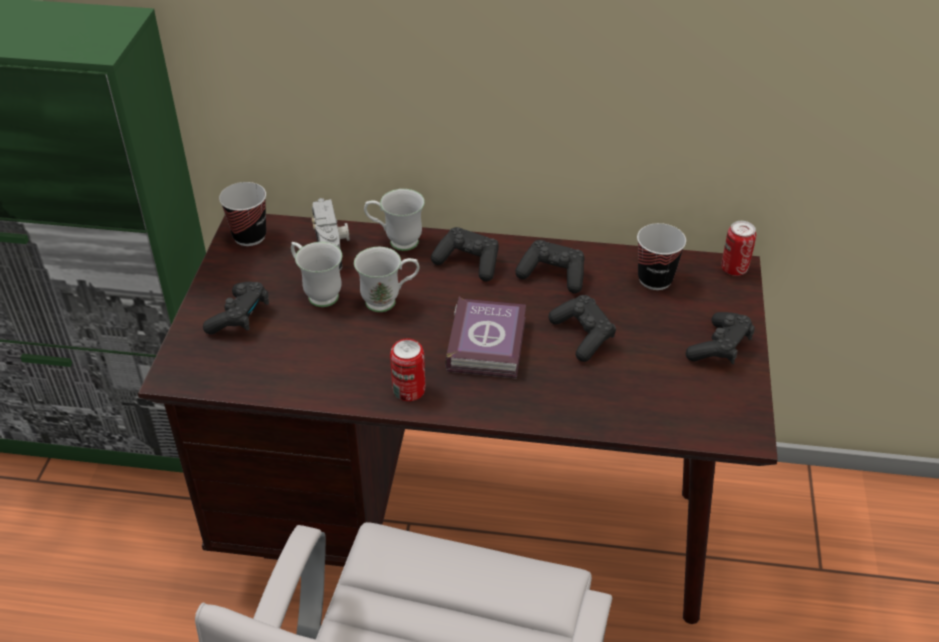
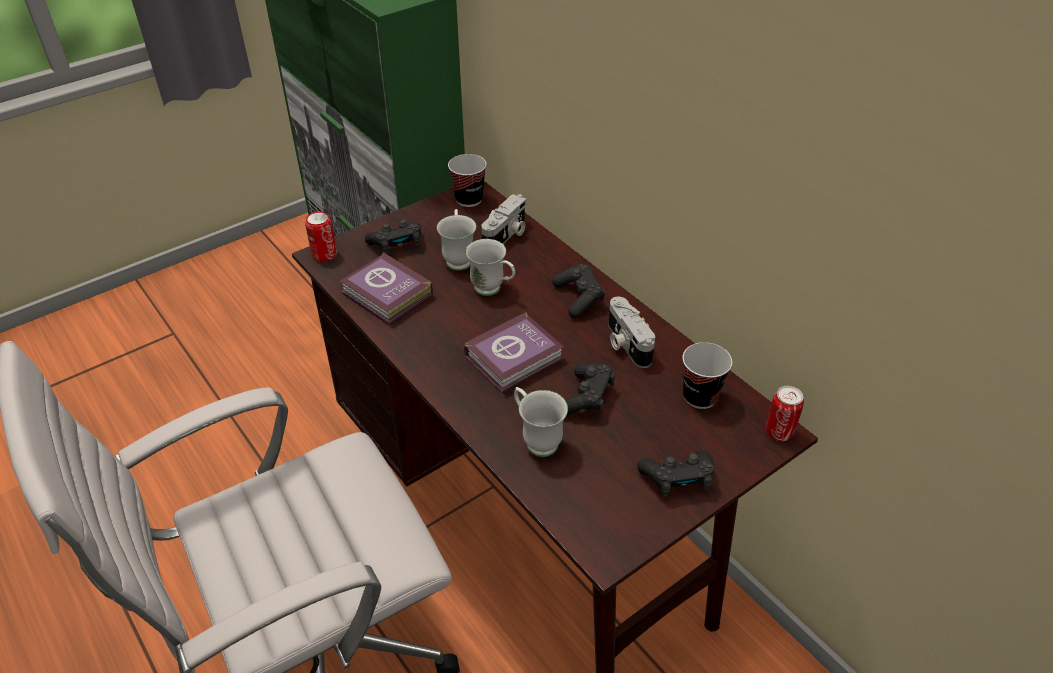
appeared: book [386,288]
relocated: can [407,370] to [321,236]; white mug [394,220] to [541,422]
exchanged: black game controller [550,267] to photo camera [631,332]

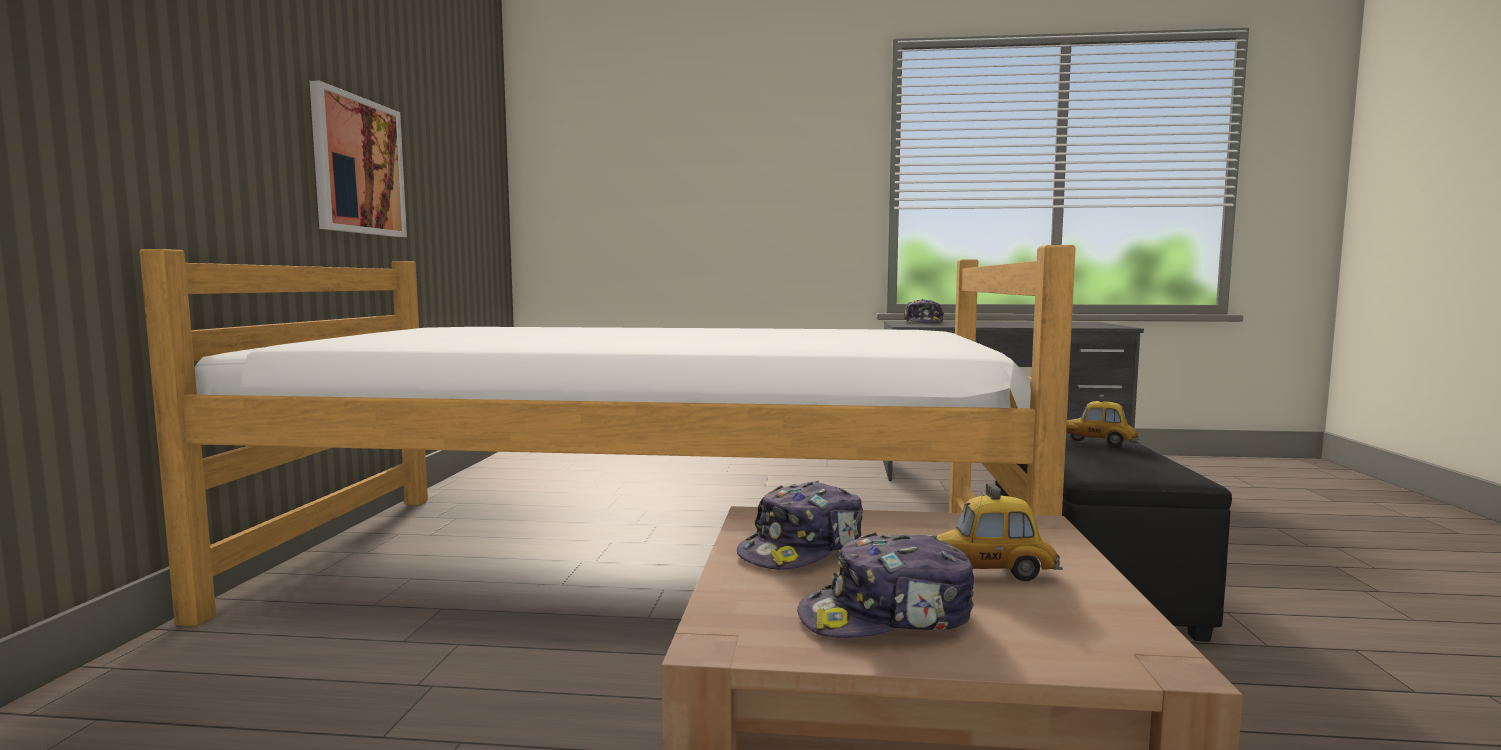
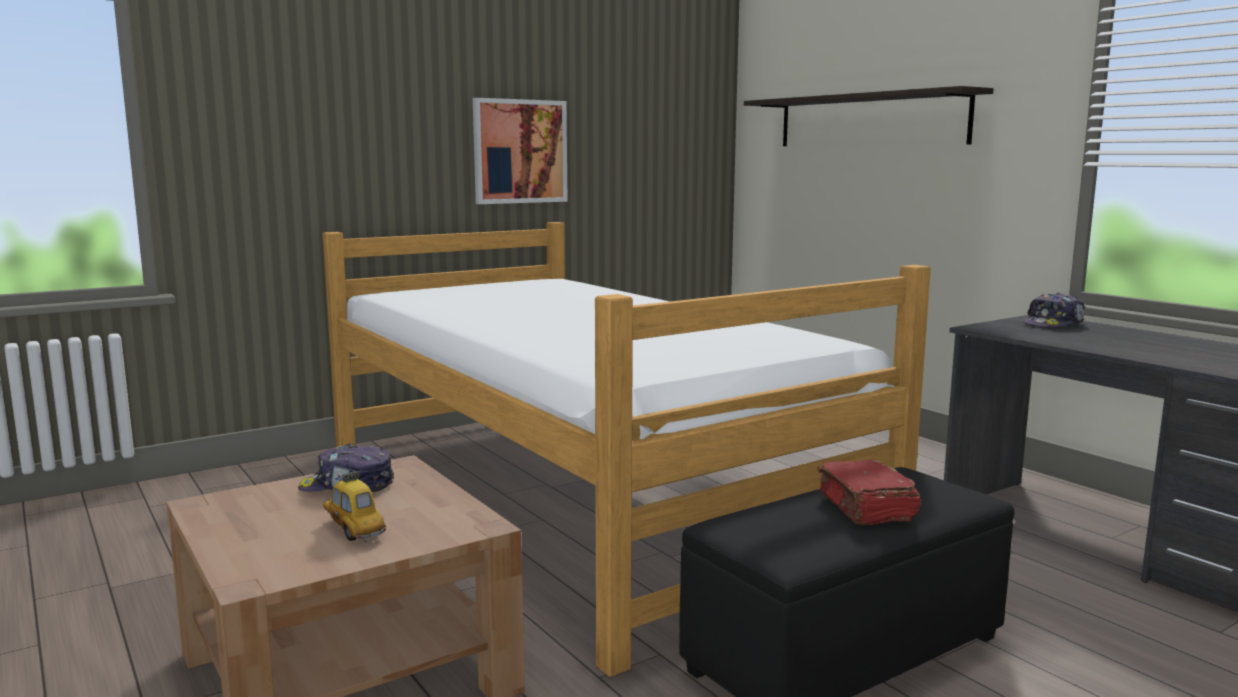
missing: cap [886,585]
appeared: shelf [868,116]
exchanged: toy car [1103,420] to red book [869,493]

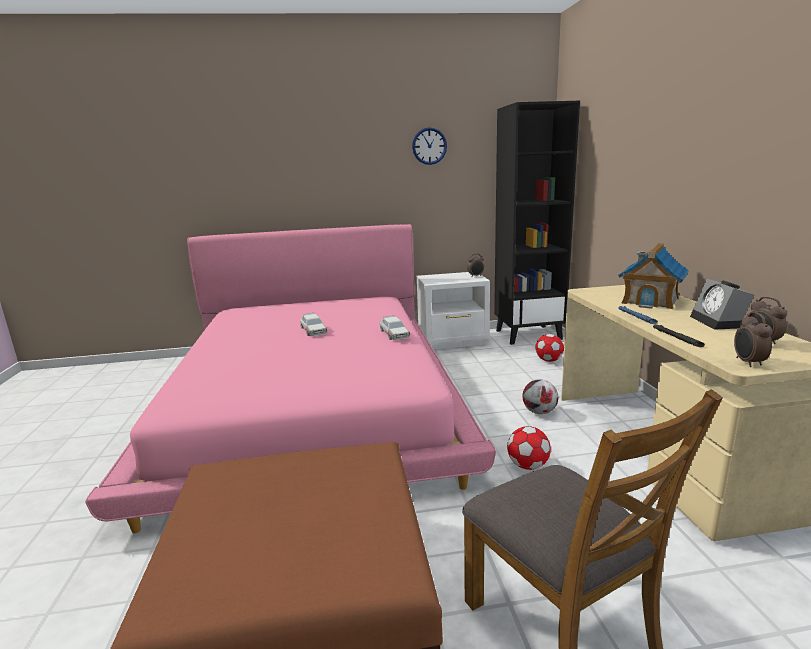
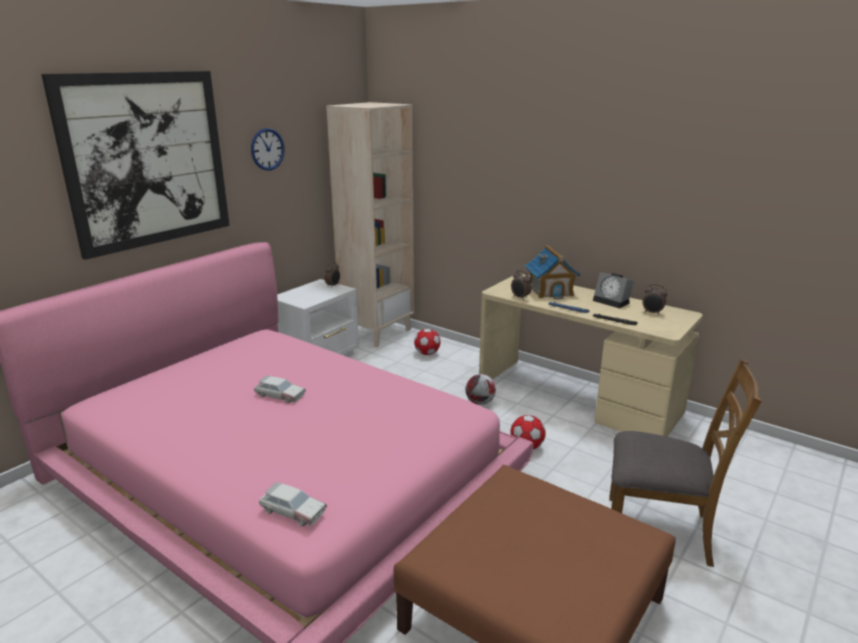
appeared: picture [135,165]
relocated: toy car [395,327] to [293,504]; alarm clock [753,339] to [521,285]
colour: black bookcase [537,223] to beige bookcase [370,224]

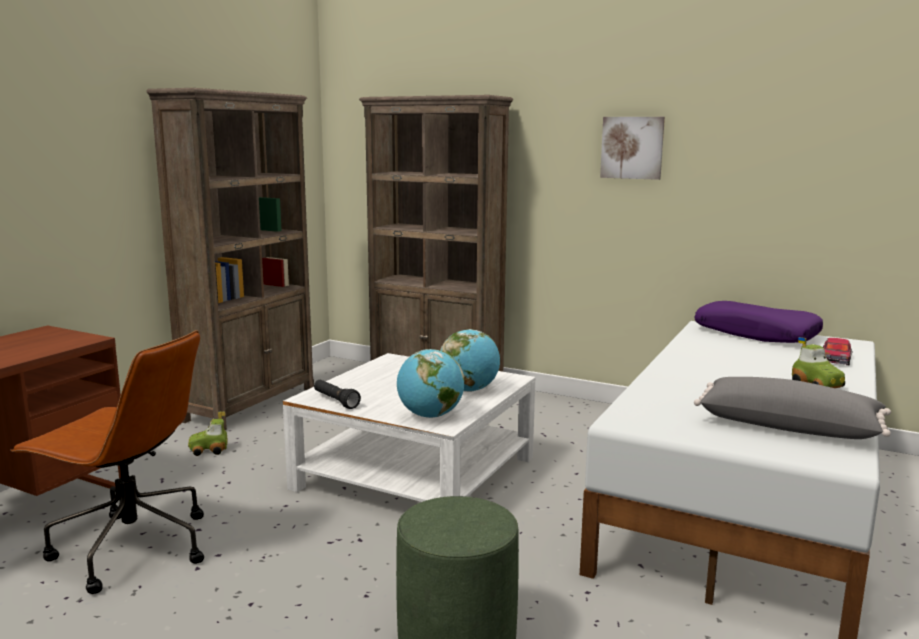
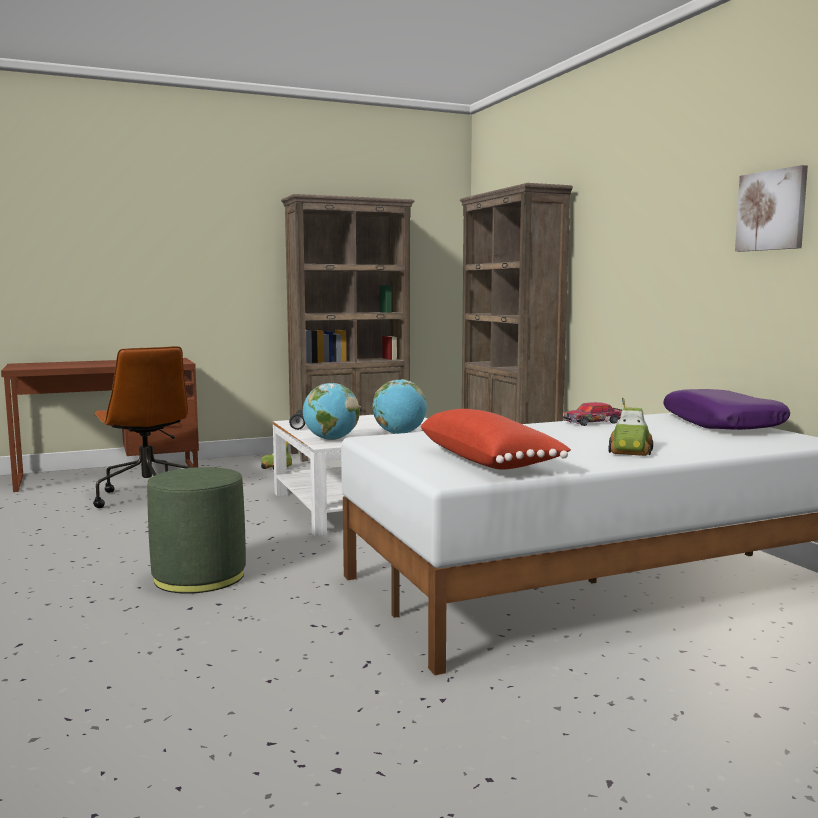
relocated: toy car [837,351] to [592,414]; picture [632,148] to [771,208]
colour: grey pillow [792,408] to red pillow [495,439]

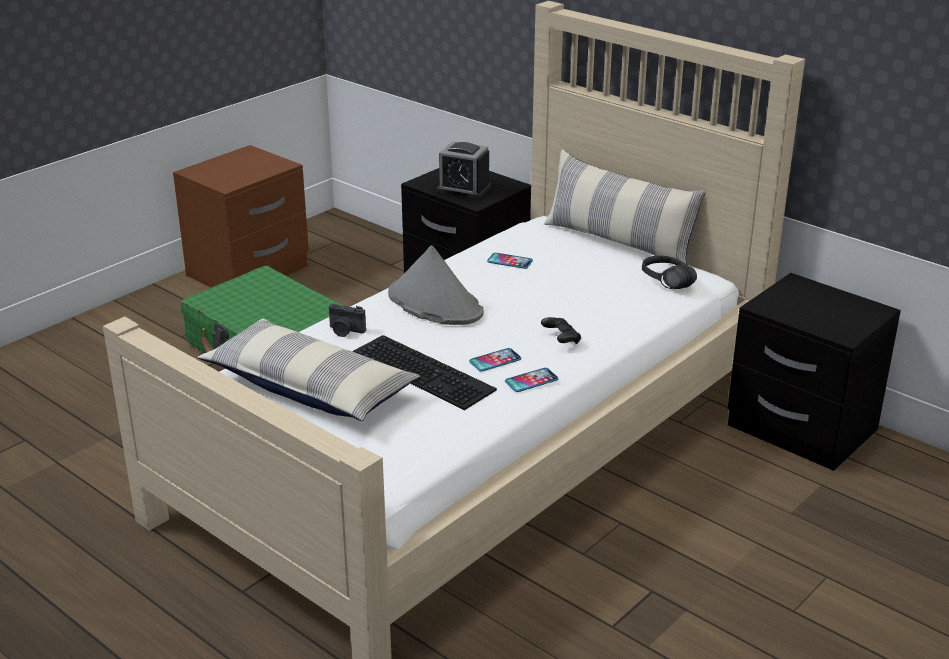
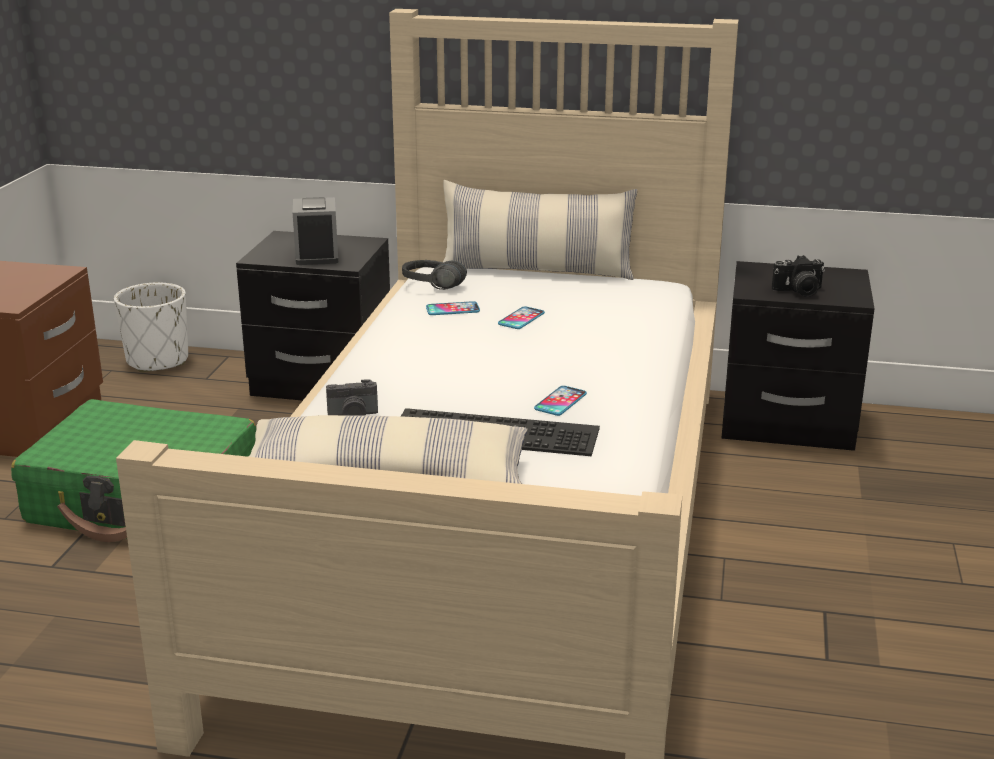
missing: grey hat [436,285]; black game controller [561,330]
appeared: white planter [151,327]; photo camera [798,276]
relocated: black headphones [669,272] to [434,275]; phone [532,380] to [521,317]
spun: alarm clock [464,170] = [315,231] 90 degrees clockwise

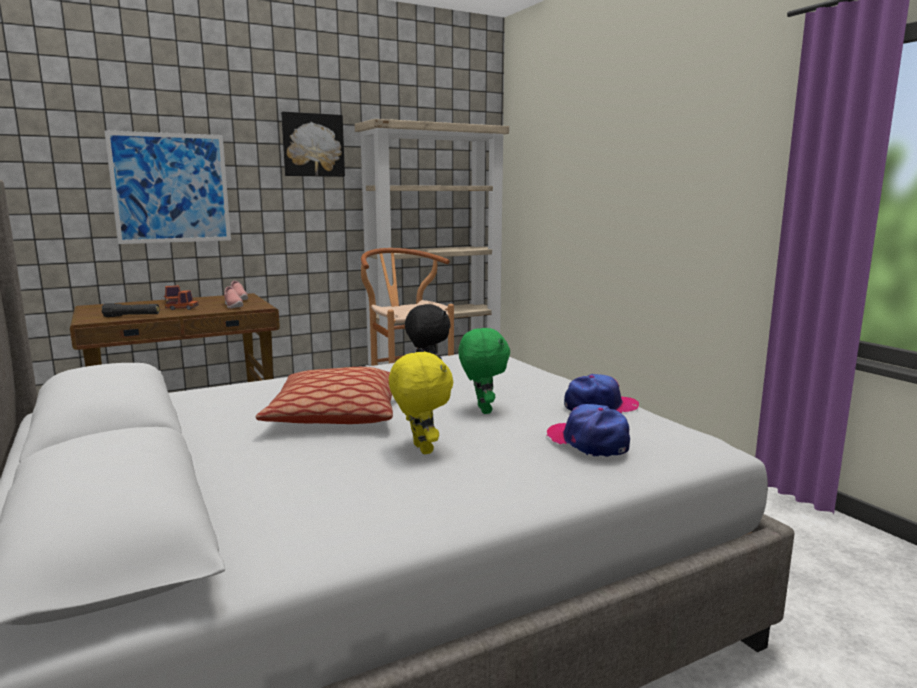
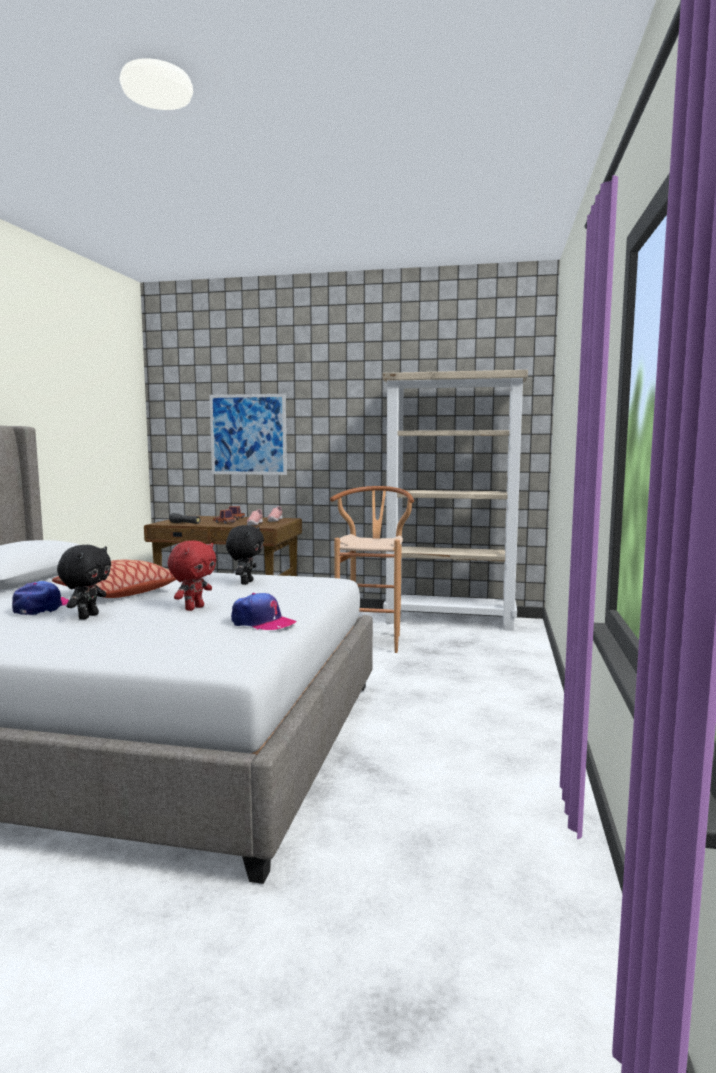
missing: picture [313,144]
relocated: cap [588,430] to [40,598]
colour: yellow plush toy [421,402] to black plush toy [84,582]; green plush toy [484,371] to red plush toy [192,575]

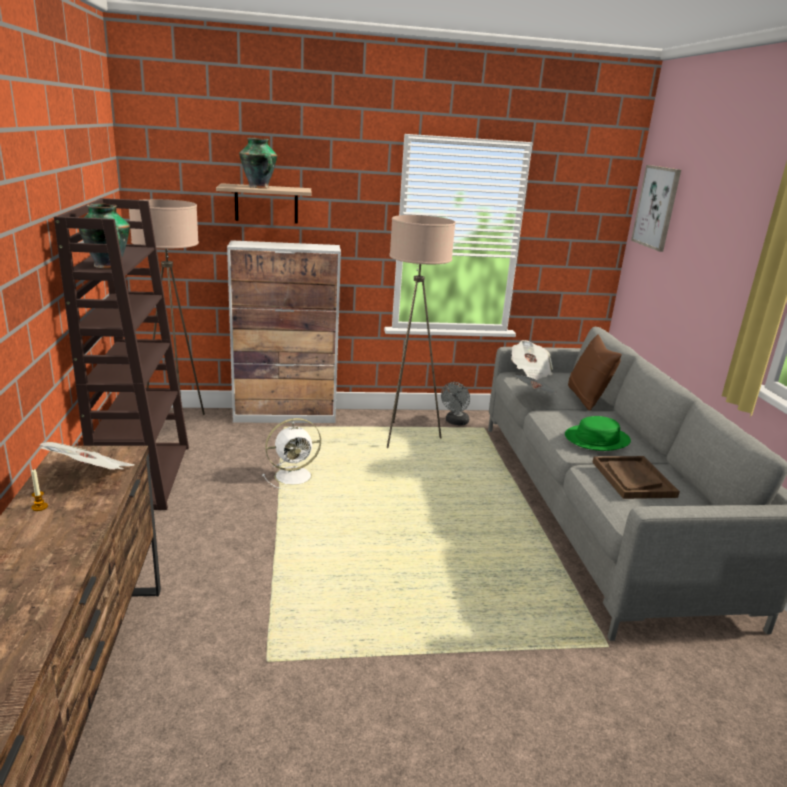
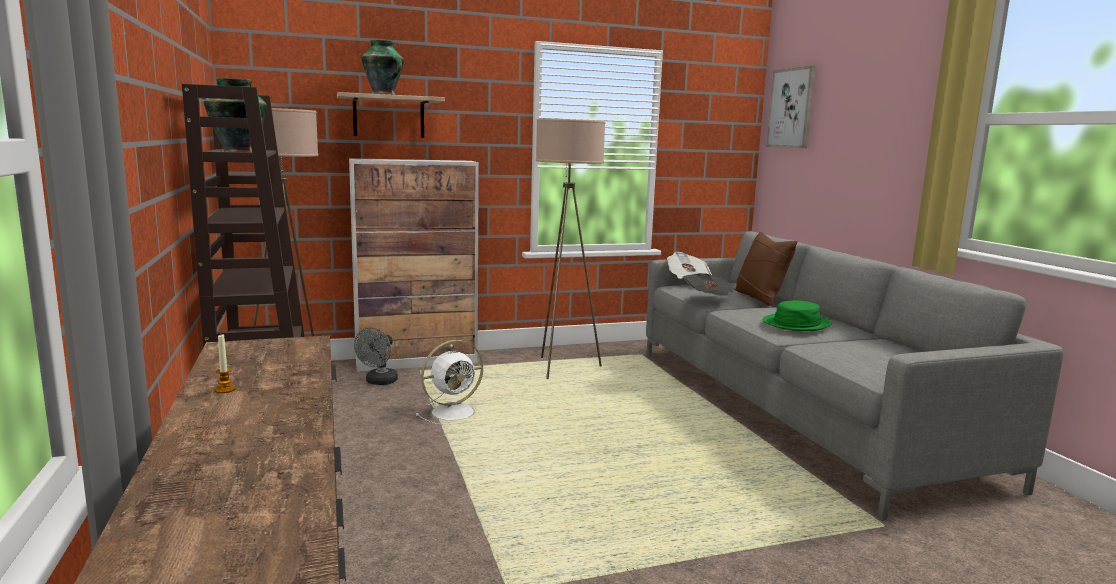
missing: newspaper [87,456]; brown tray [636,477]
relocated: grey fan [455,404] to [376,356]

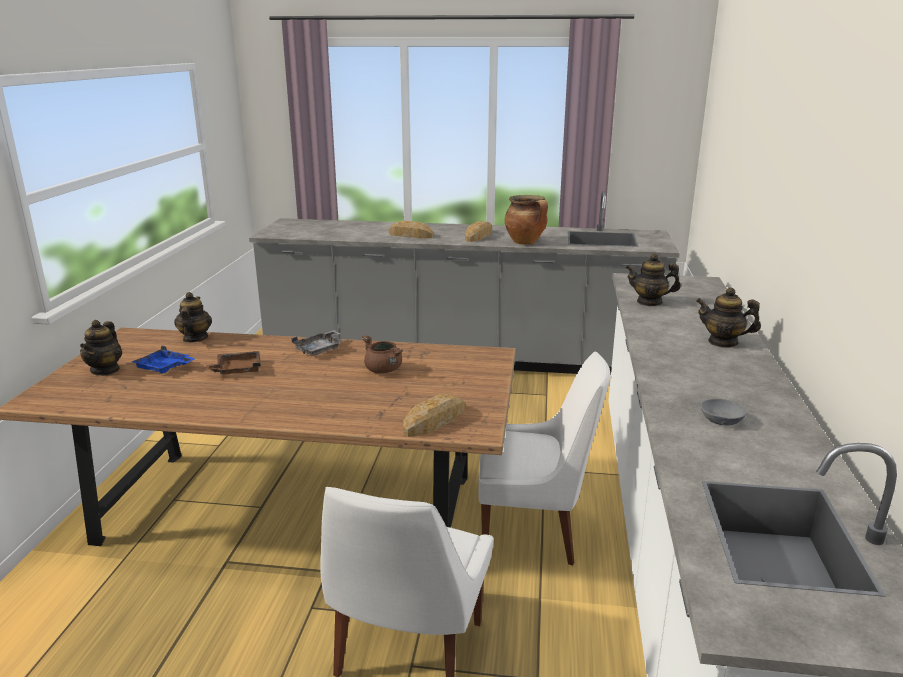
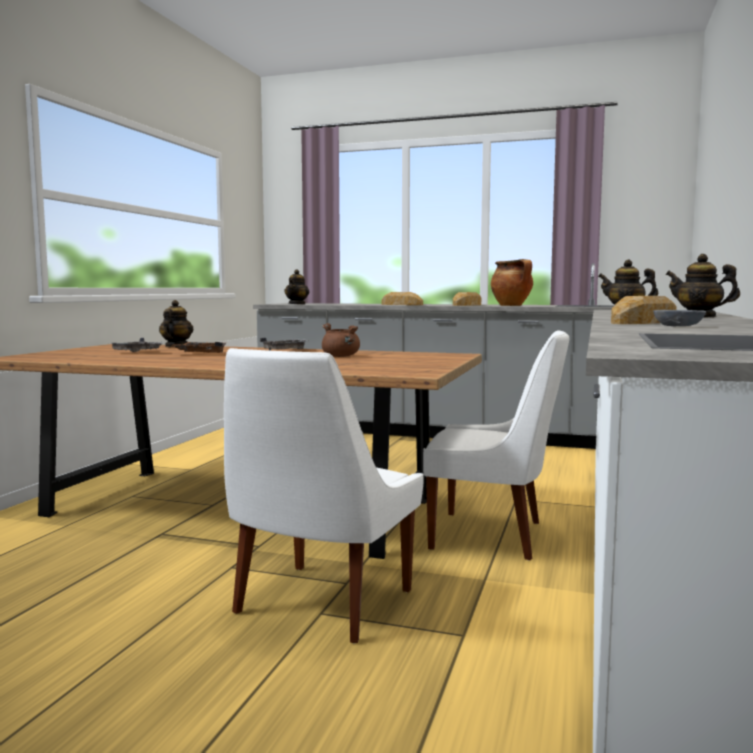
relocated: teapot [101,348] to [296,287]; bread [434,415] to [644,310]
colour: blue tray [163,359] to grey tray [138,345]

